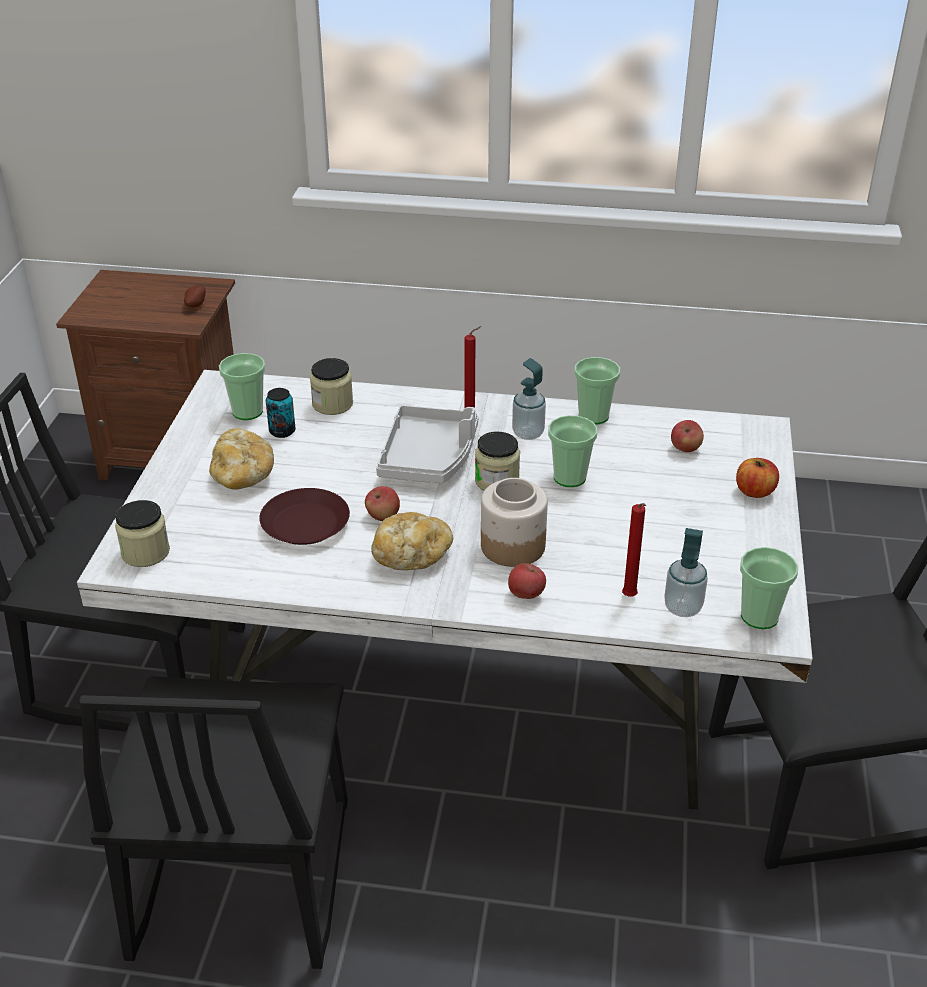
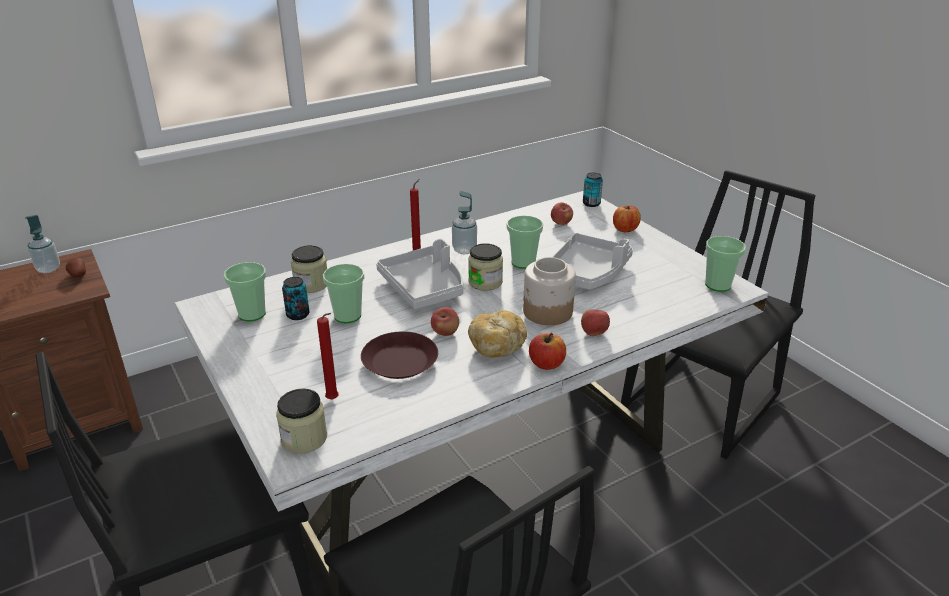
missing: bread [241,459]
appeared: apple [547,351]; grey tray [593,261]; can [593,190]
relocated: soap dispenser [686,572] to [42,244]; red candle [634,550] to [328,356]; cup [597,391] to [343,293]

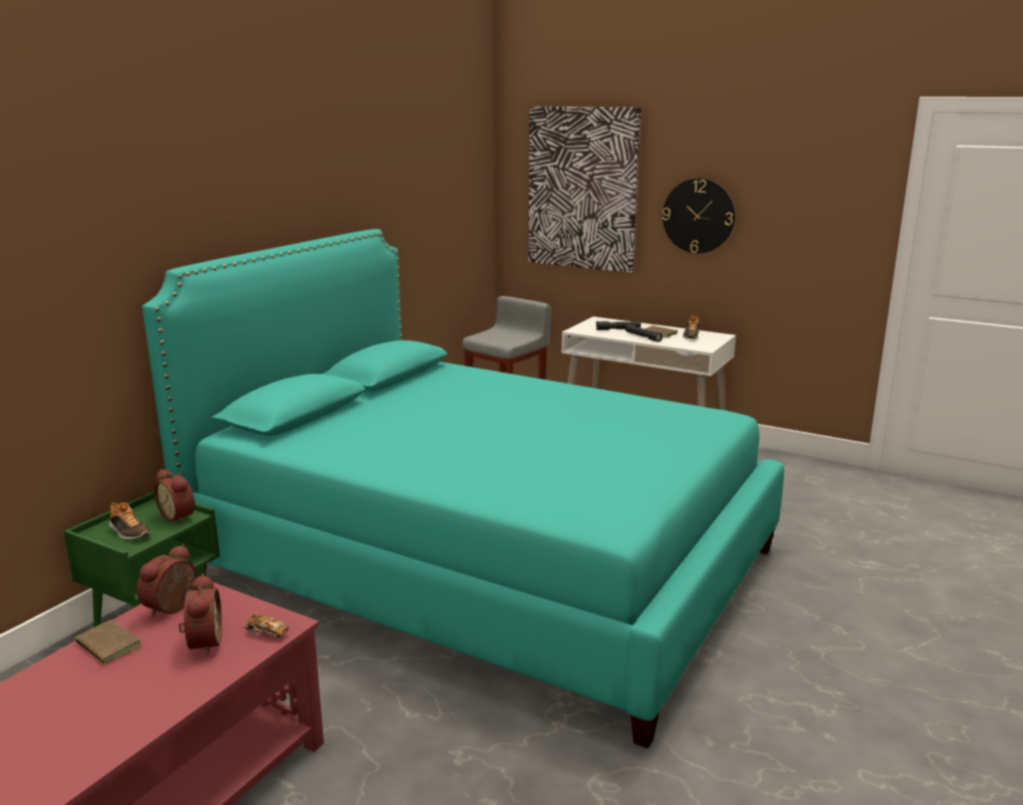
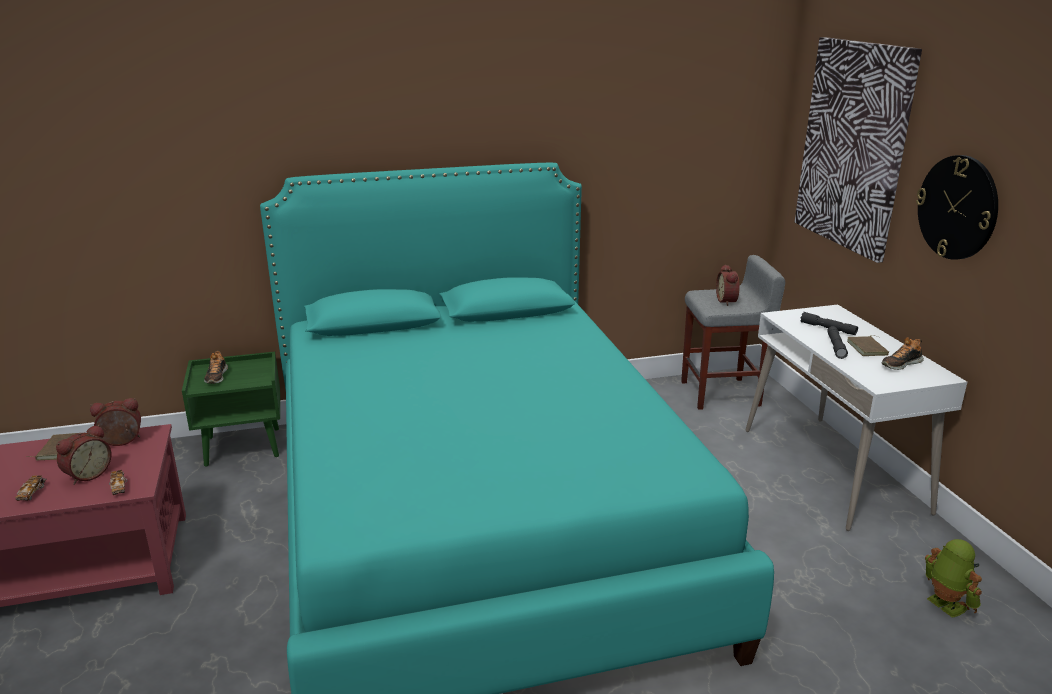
appeared: toy car [31,488]; toy robot [953,578]
relocated: alarm clock [174,496] to [728,285]

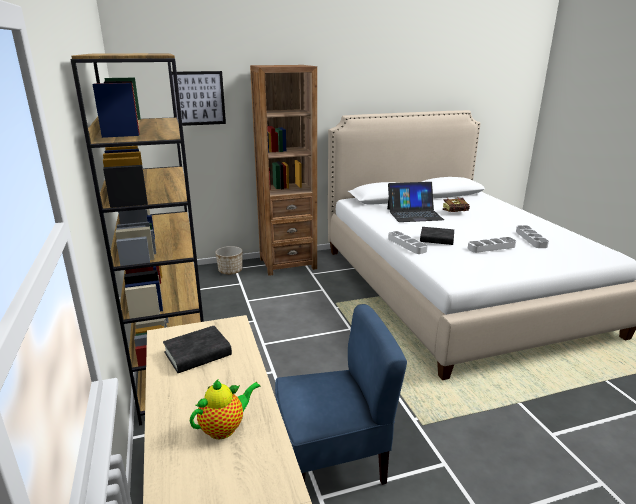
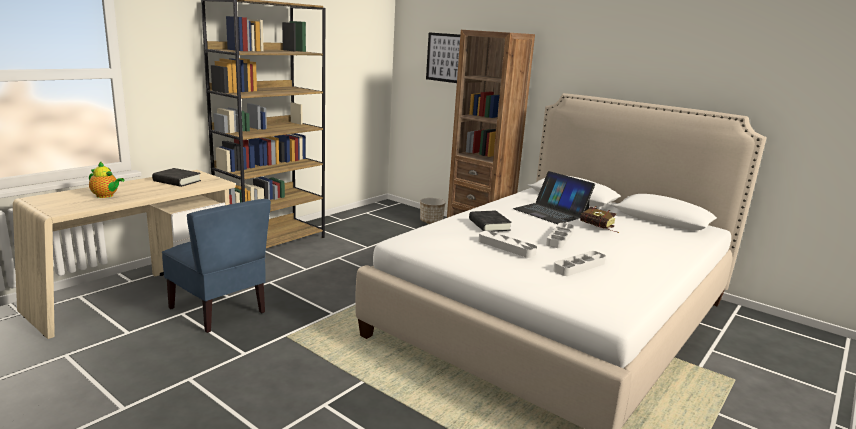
relocated: grey tray [408,242] to [560,235]

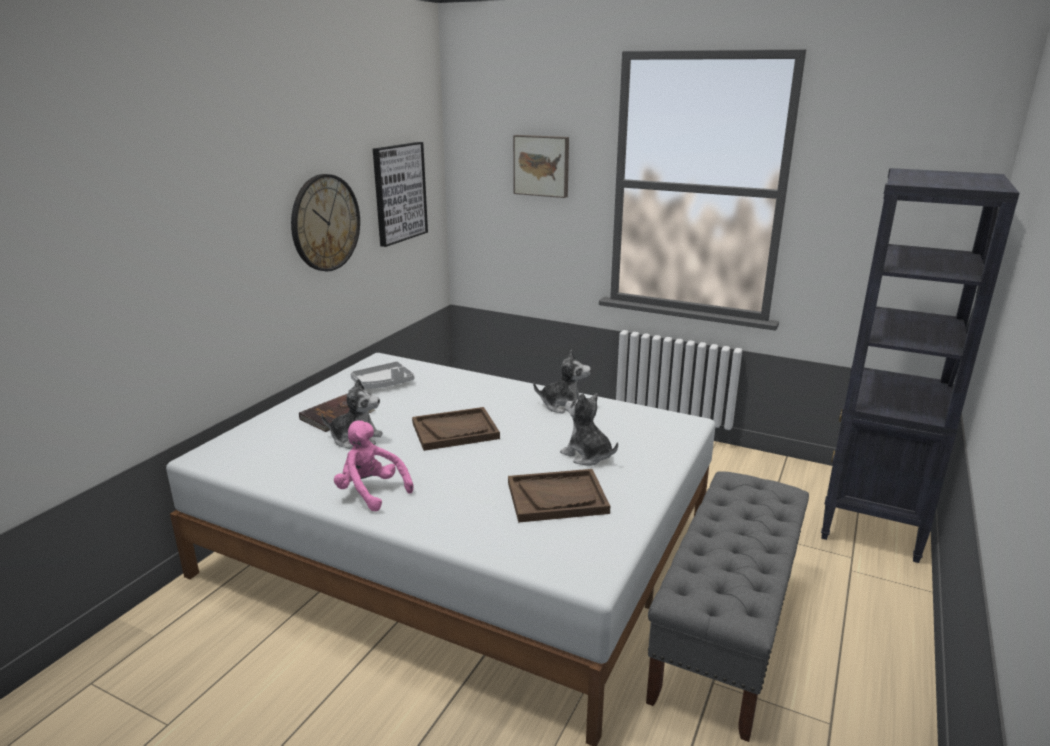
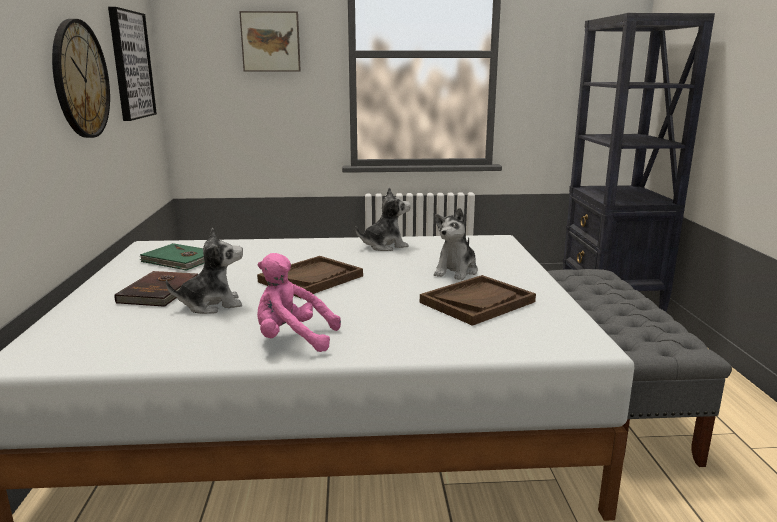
exchanged: grey tray [382,375] to green book [172,257]
spun: plush toy [589,429] = [456,244] 75 degrees counterclockwise

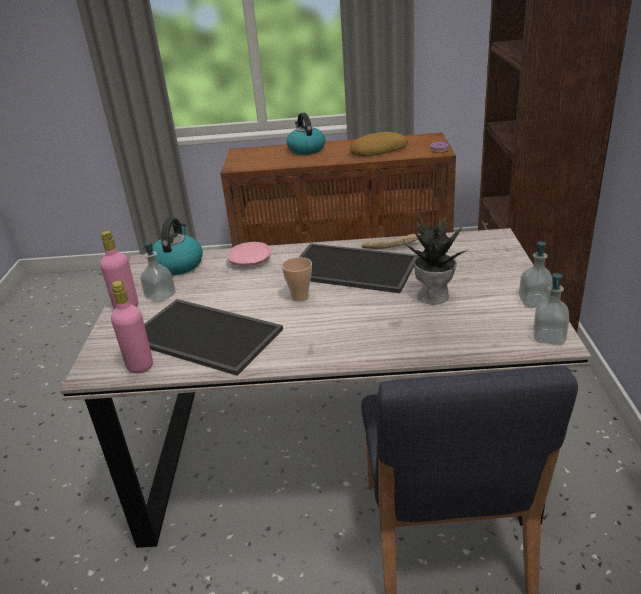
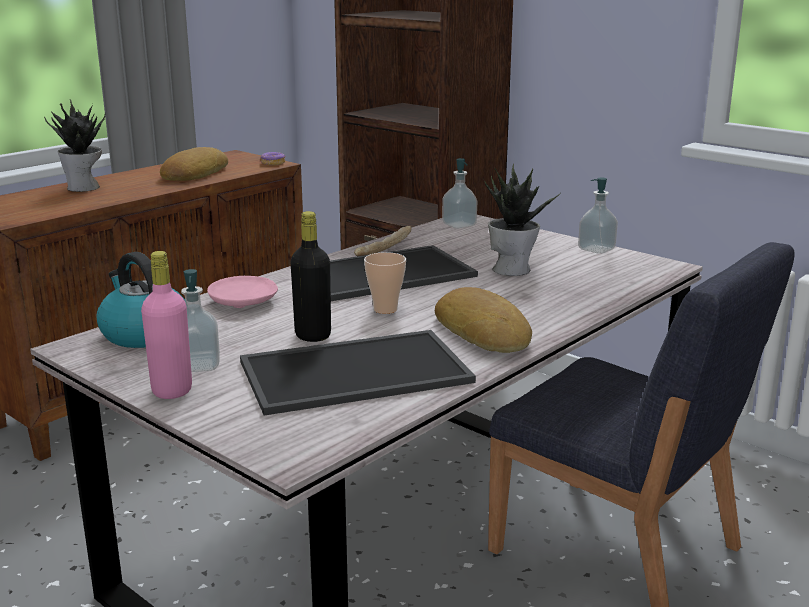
missing: pink bottle [132,327]
appeared: black bottle [310,276]; bread [483,320]
relocated: soap dispenser [551,309] to [459,193]
exchanged: kettle [306,134] to potted plant [75,145]

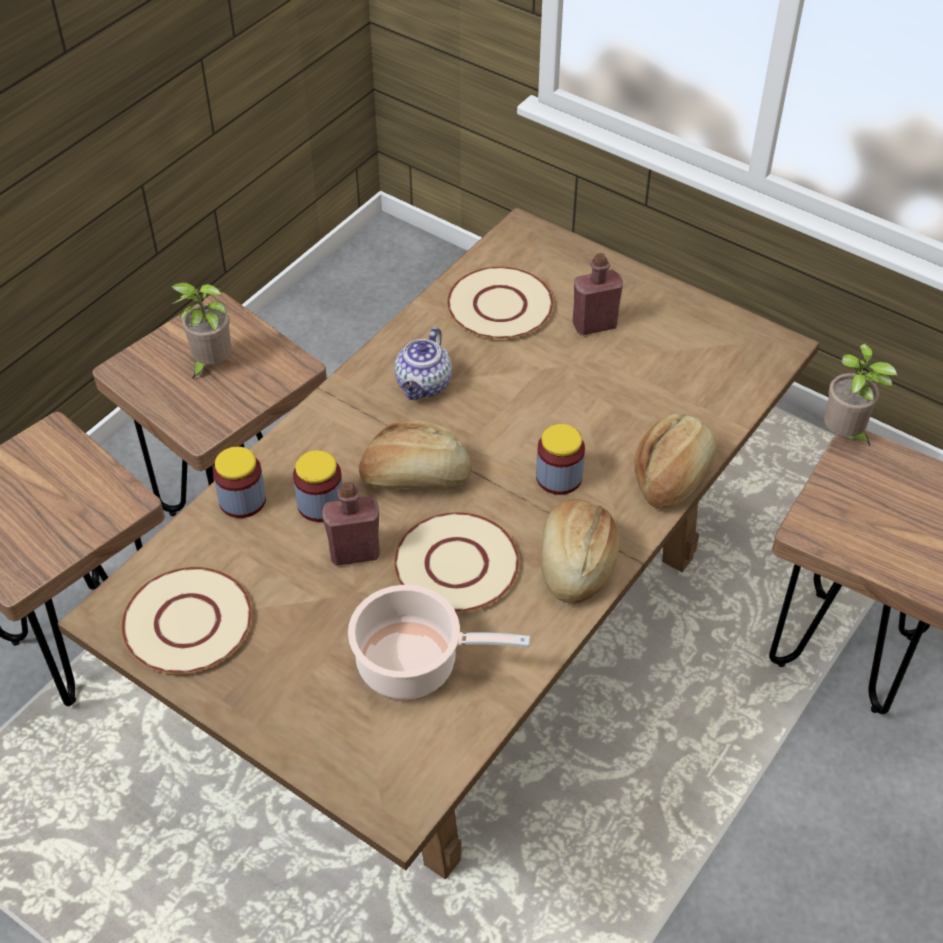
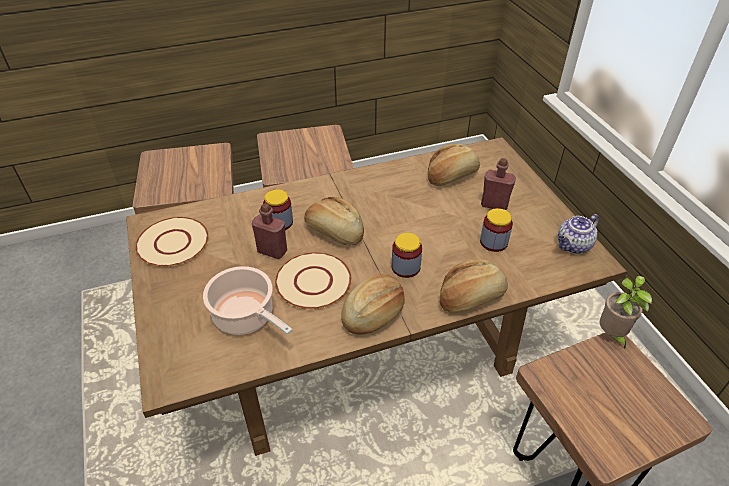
missing: potted plant [201,331]
relocated: jar [239,482] to [496,230]; teapot [423,363] to [578,234]
exchanged: beige plate [500,302] to bread [454,165]

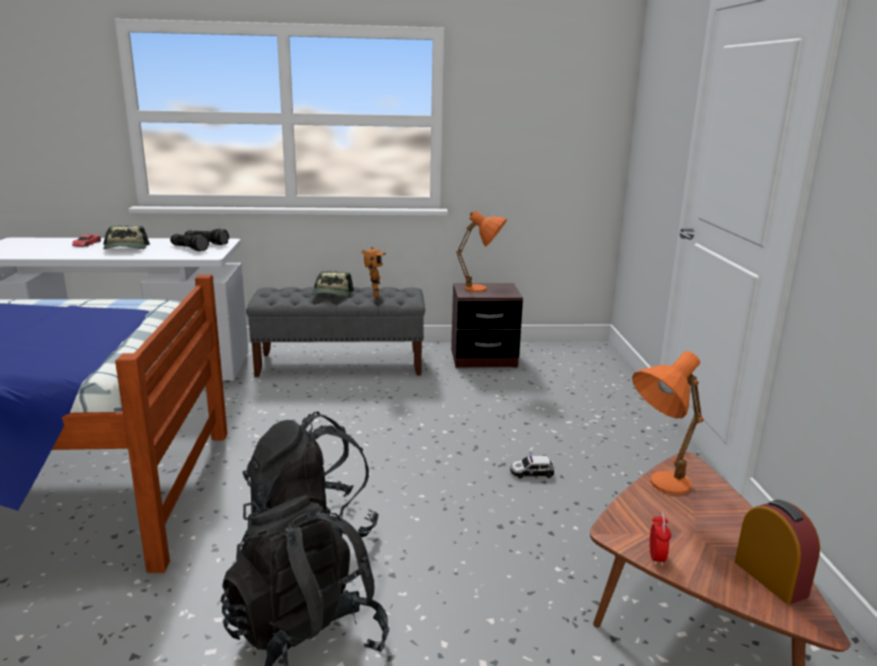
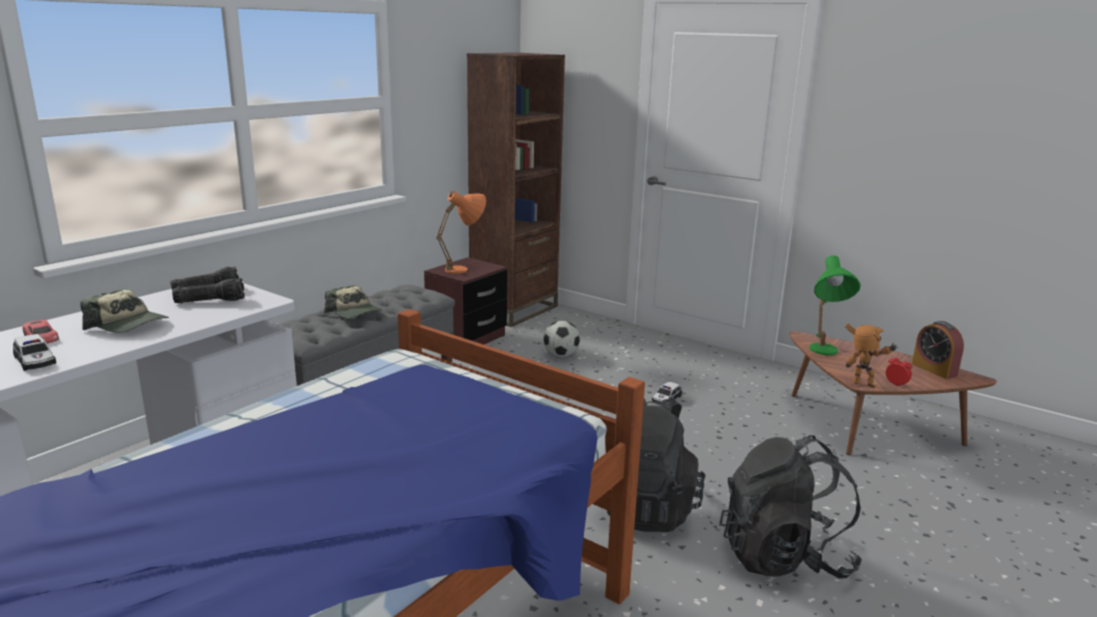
appeared: toy car [34,352]; brown bookcase [516,190]; football [561,339]
relocated: toy robot [373,273] to [871,355]
colour: orange table lamp [668,423] to green table lamp [835,305]
spun: alarm clock [777,552] = [938,350] 135 degrees counterclockwise

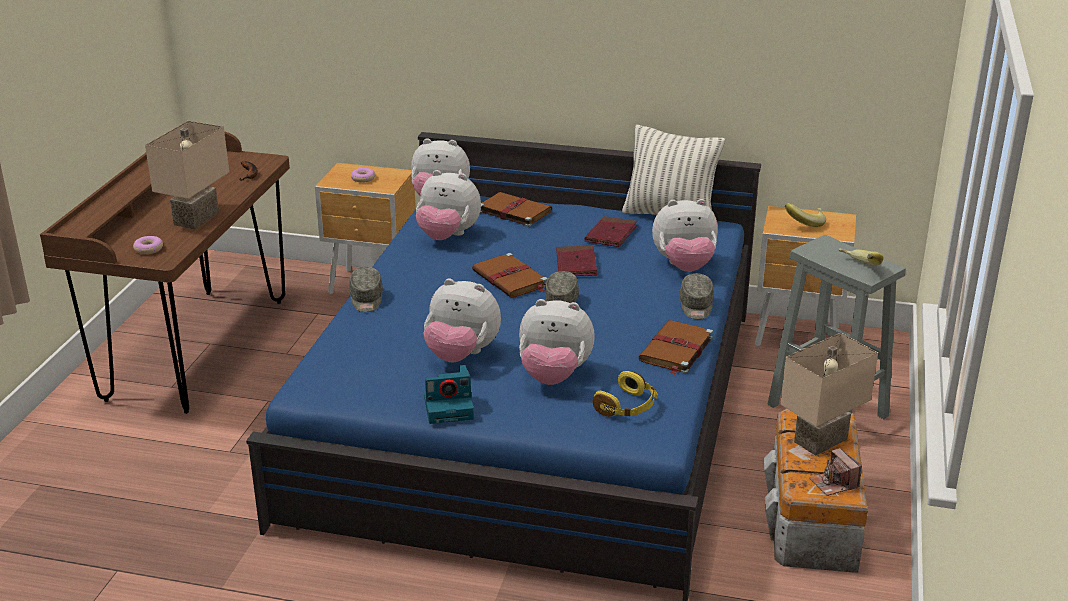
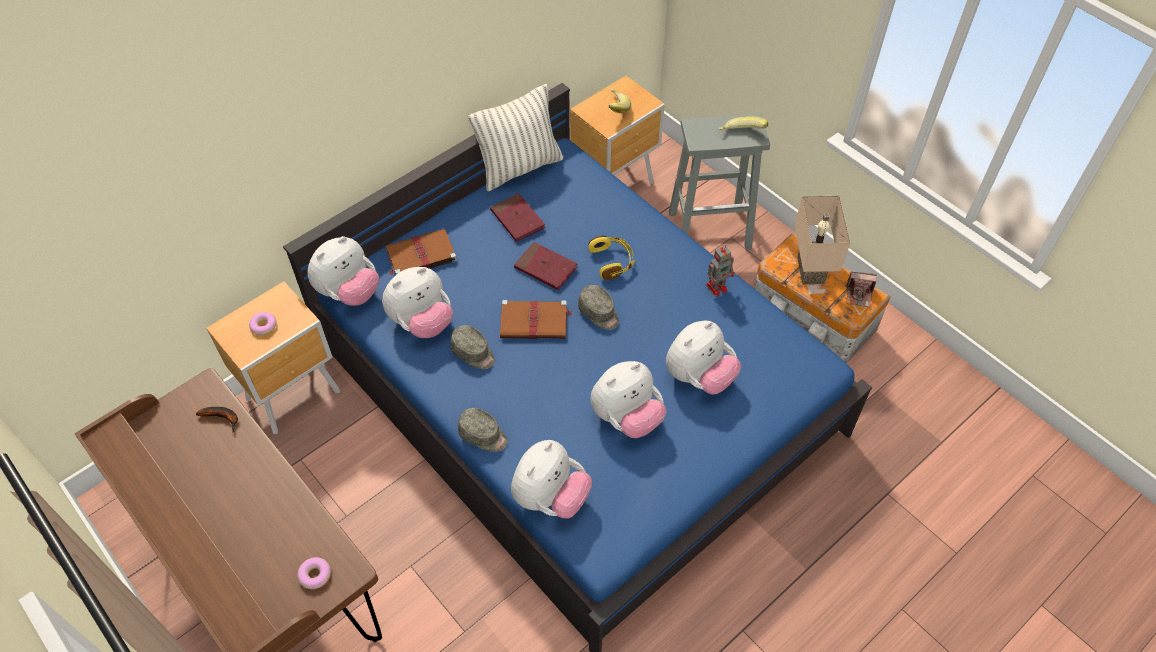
missing: beige table lamp [187,175]; photo camera [449,394]
relocated: grey cap [696,296] to [472,347]; plush toy [685,235] to [551,479]; yellow headphones [625,394] to [611,258]
exchanged: brown book [676,347] to toy robot [720,271]

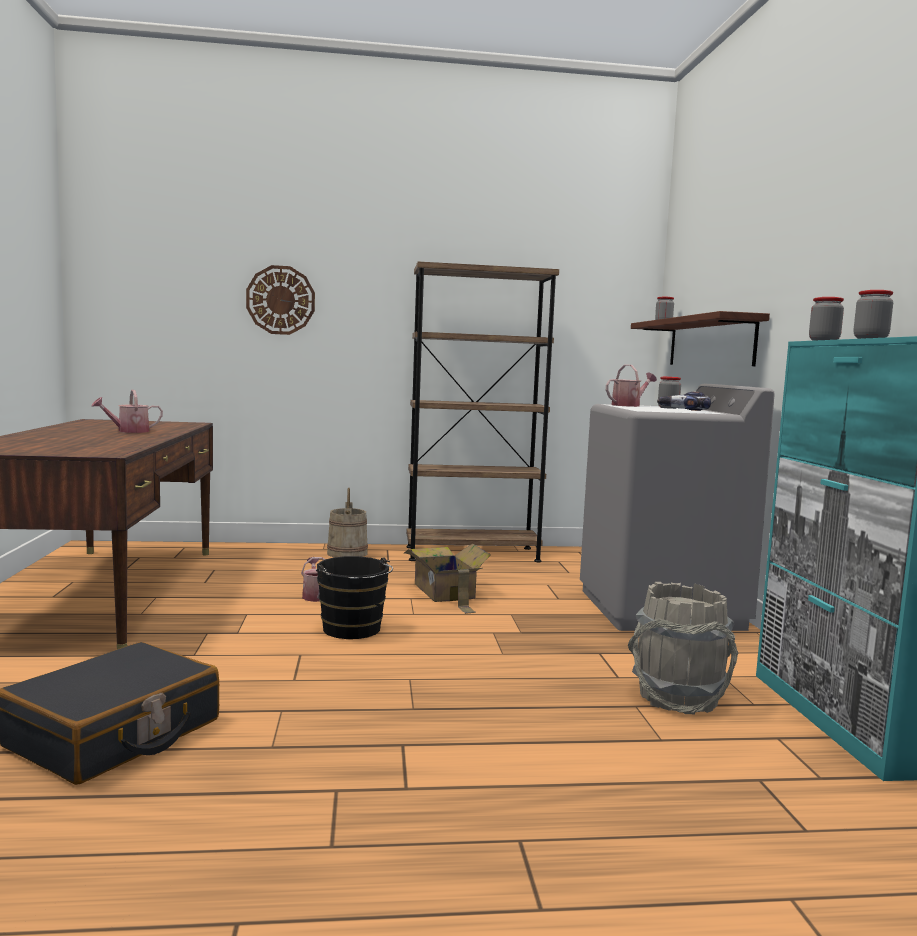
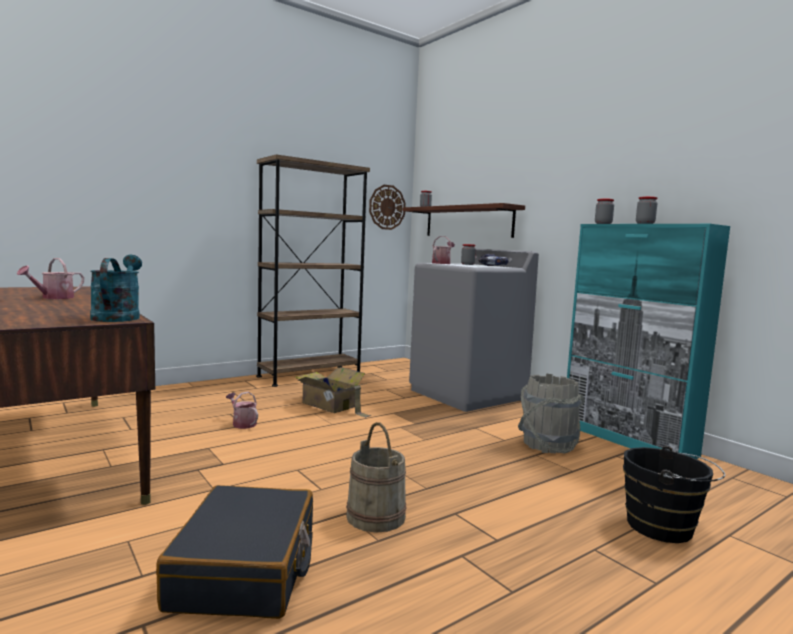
appeared: turquoise watering can [116,288]
relocated: beige bucket [347,522] to [376,477]; wall clock [280,300] to [387,207]; black bucket [354,597] to [674,494]

